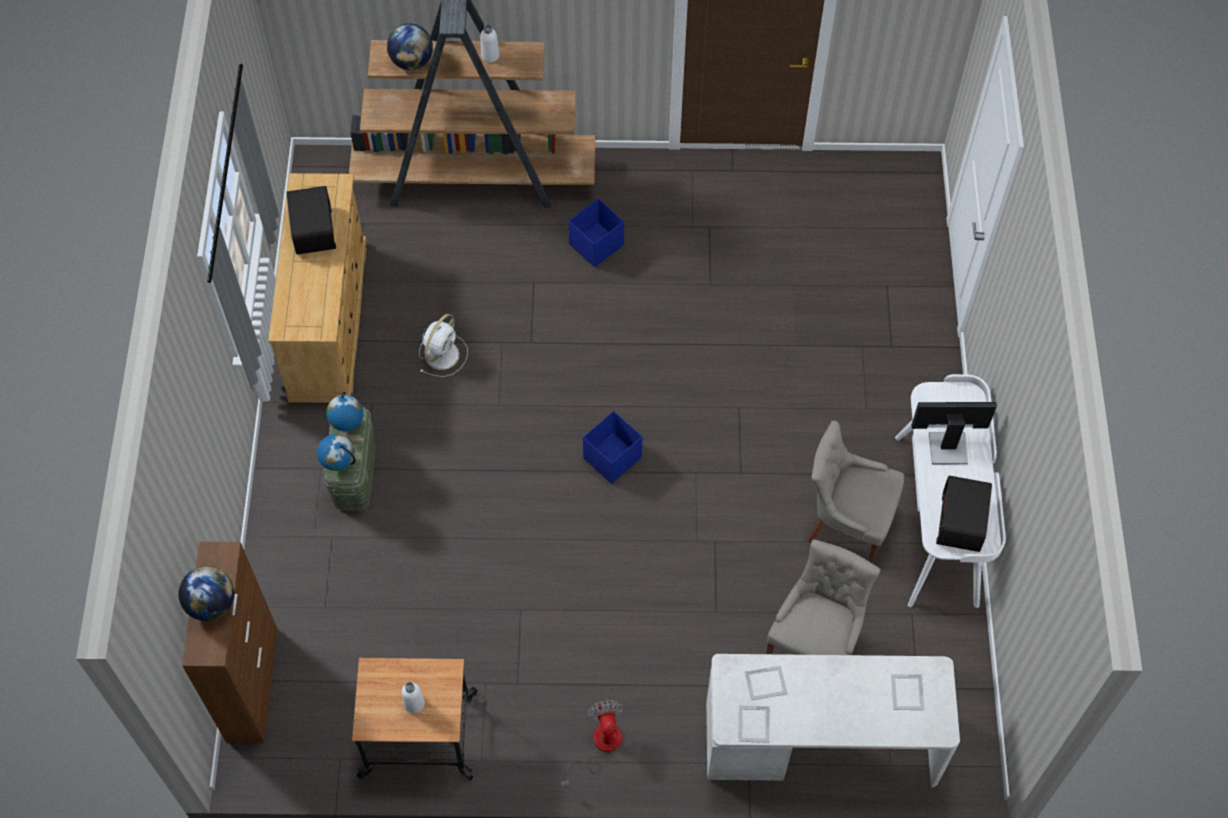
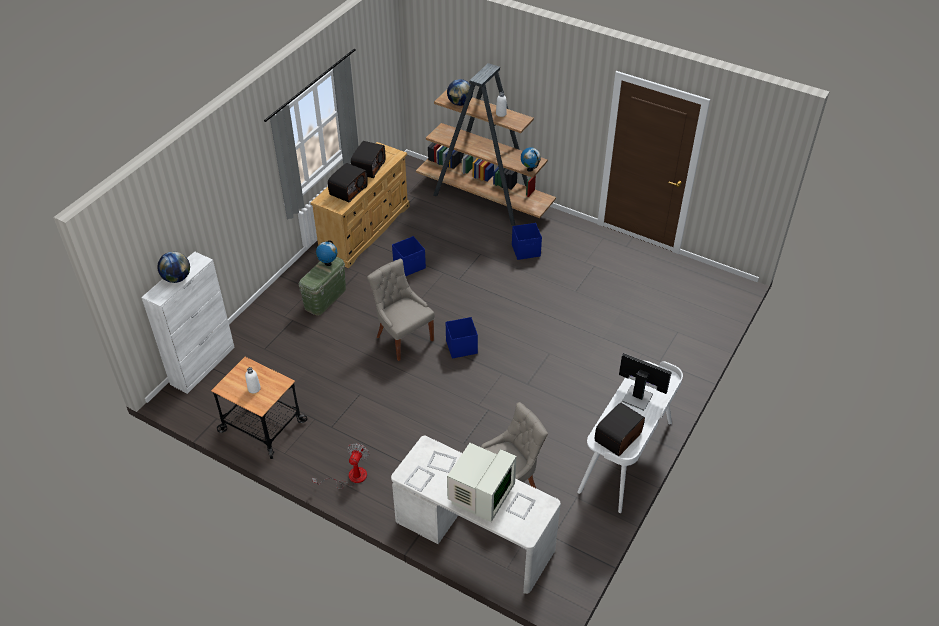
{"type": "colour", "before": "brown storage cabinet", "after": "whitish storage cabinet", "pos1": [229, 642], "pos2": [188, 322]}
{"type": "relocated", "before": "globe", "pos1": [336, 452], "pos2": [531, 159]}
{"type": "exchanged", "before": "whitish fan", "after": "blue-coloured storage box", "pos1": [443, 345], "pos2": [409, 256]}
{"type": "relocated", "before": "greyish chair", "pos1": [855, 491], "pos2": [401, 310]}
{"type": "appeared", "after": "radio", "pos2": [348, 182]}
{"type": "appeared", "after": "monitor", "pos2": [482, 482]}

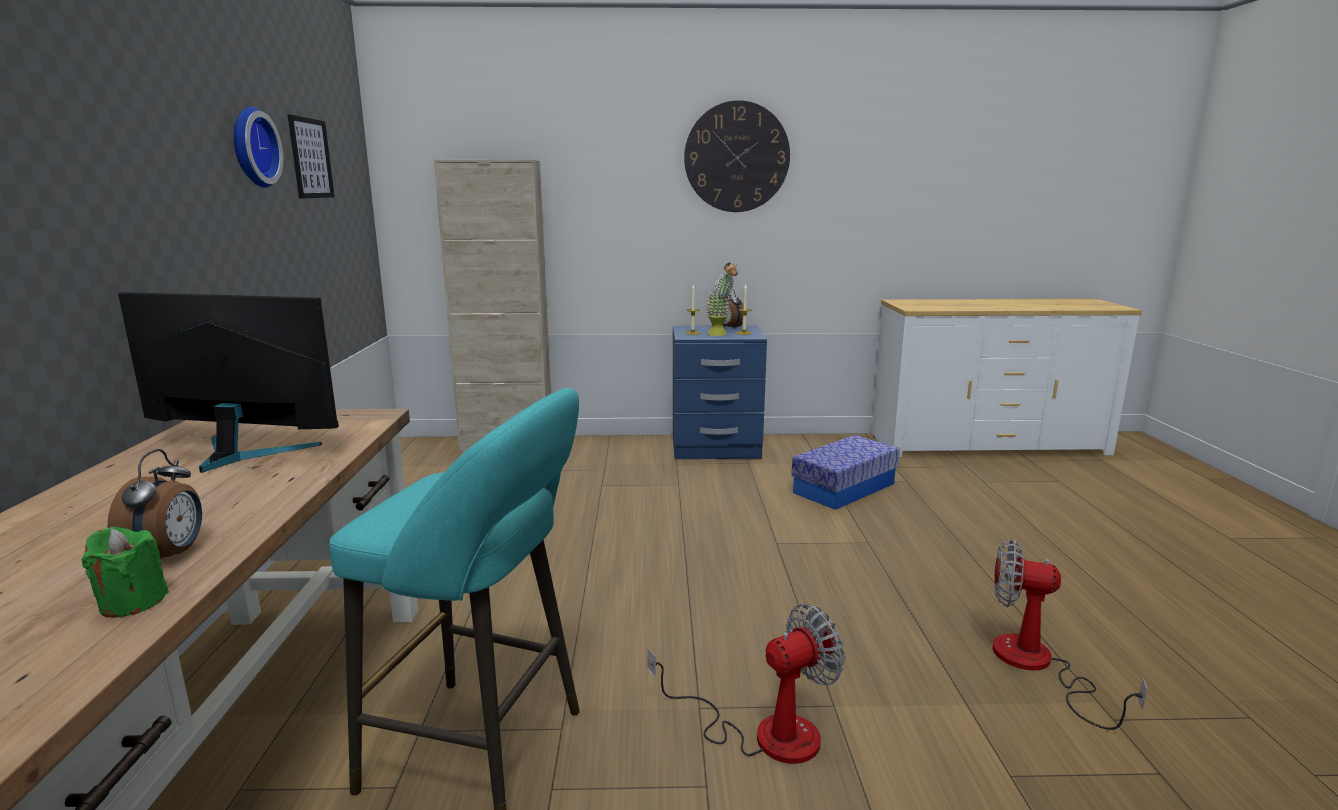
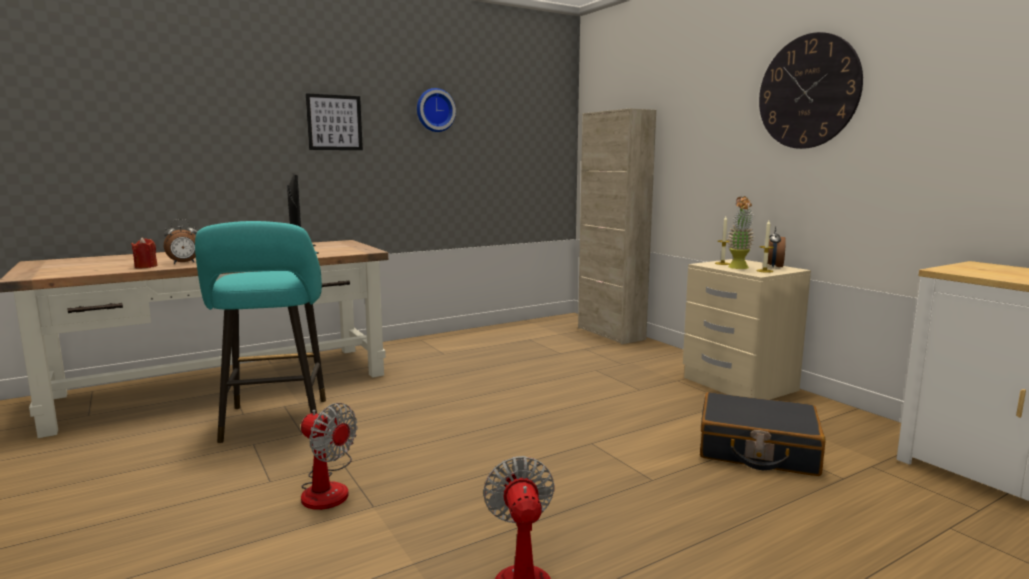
{"type": "colour", "before": "greenish wax candle", "after": "red-coloured wax candle", "pos1": [125, 572], "pos2": [144, 253]}
{"type": "relocated", "before": "wall art", "pos1": [311, 156], "pos2": [334, 121]}
{"type": "colour", "before": "blue-coloured night table", "after": "beige-coloured night table", "pos1": [720, 392], "pos2": [747, 329]}
{"type": "exchanged", "before": "storage box", "after": "black piece of luggage", "pos1": [845, 472], "pos2": [763, 434]}

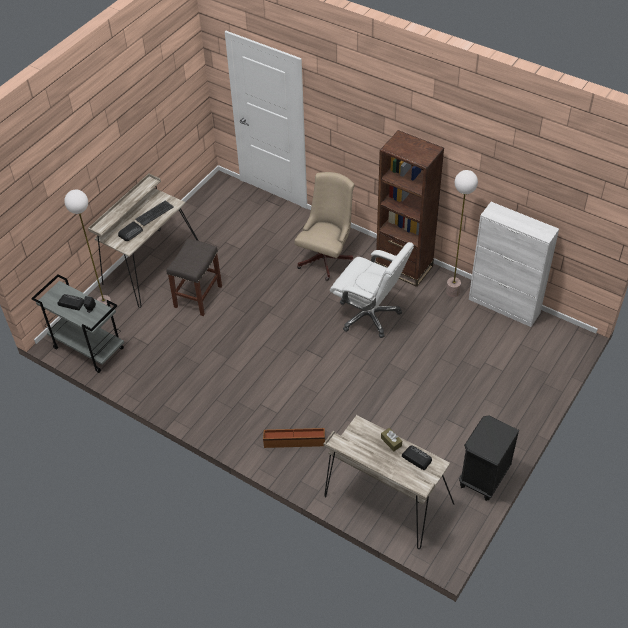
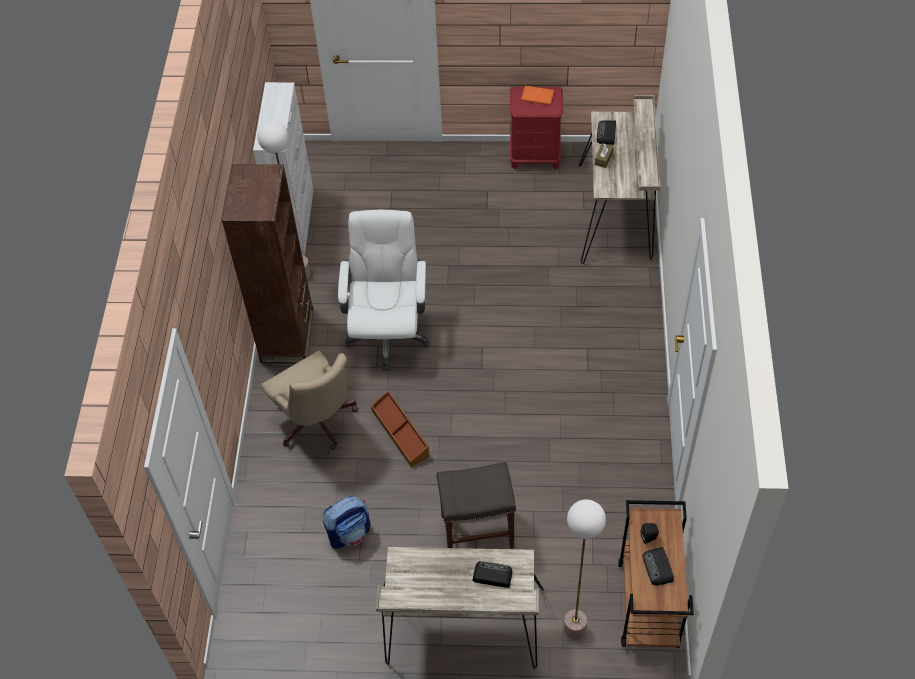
{"type": "colour", "before": "greyish trolley", "after": "brown trolley", "pos1": [77, 323], "pos2": [656, 574]}
{"type": "missing", "before": "keyboard", "pos1": [154, 213]}
{"type": "relocated", "before": "brown storage box", "pos1": [294, 438], "pos2": [400, 428]}
{"type": "spun", "before": "beige-coloured office chair", "pos1": [324, 226], "pos2": [309, 400], "turn": -120}
{"type": "colour", "before": "black night table", "after": "red-coloured night table", "pos1": [489, 458], "pos2": [536, 128]}
{"type": "appeared", "after": "knapsack", "pos2": [346, 522]}
{"type": "appeared", "after": "orangey volume", "pos2": [537, 95]}

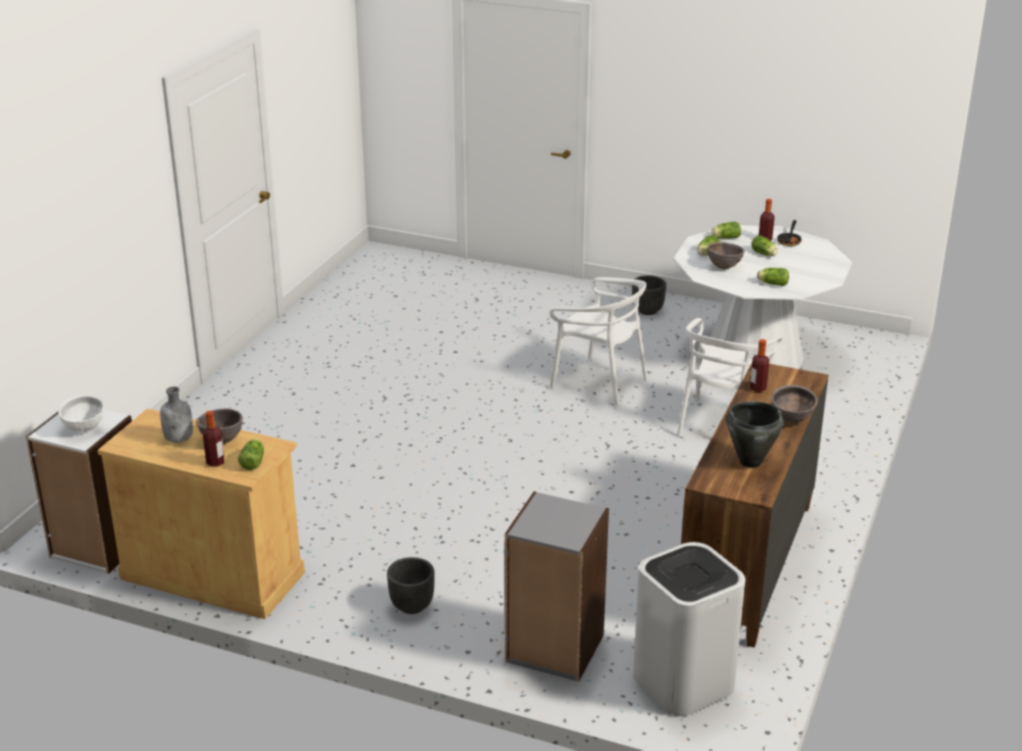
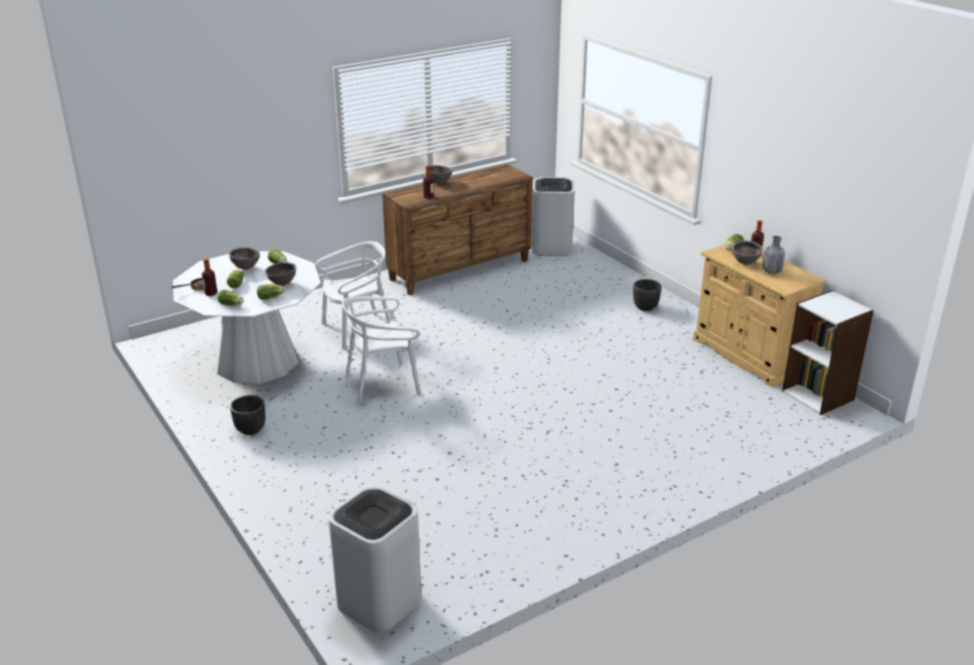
{"type": "missing", "before": "whitish bowl", "pos1": [81, 413]}
{"type": "missing", "before": "greyish shelving unit", "pos1": [557, 586]}
{"type": "spun", "before": "whitish chair", "pos1": [598, 341], "pos2": [381, 350], "turn": -90}
{"type": "missing", "before": "black stockpot", "pos1": [754, 434]}
{"type": "appeared", "after": "brown bowl", "pos2": [244, 258]}
{"type": "appeared", "after": "whitish waste bin", "pos2": [375, 559]}

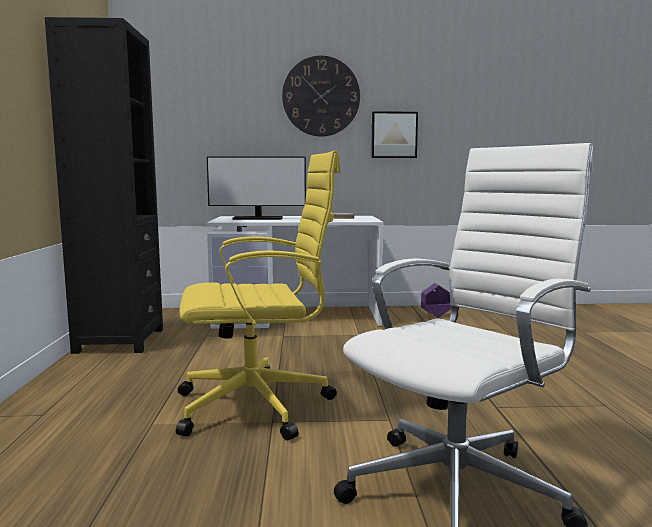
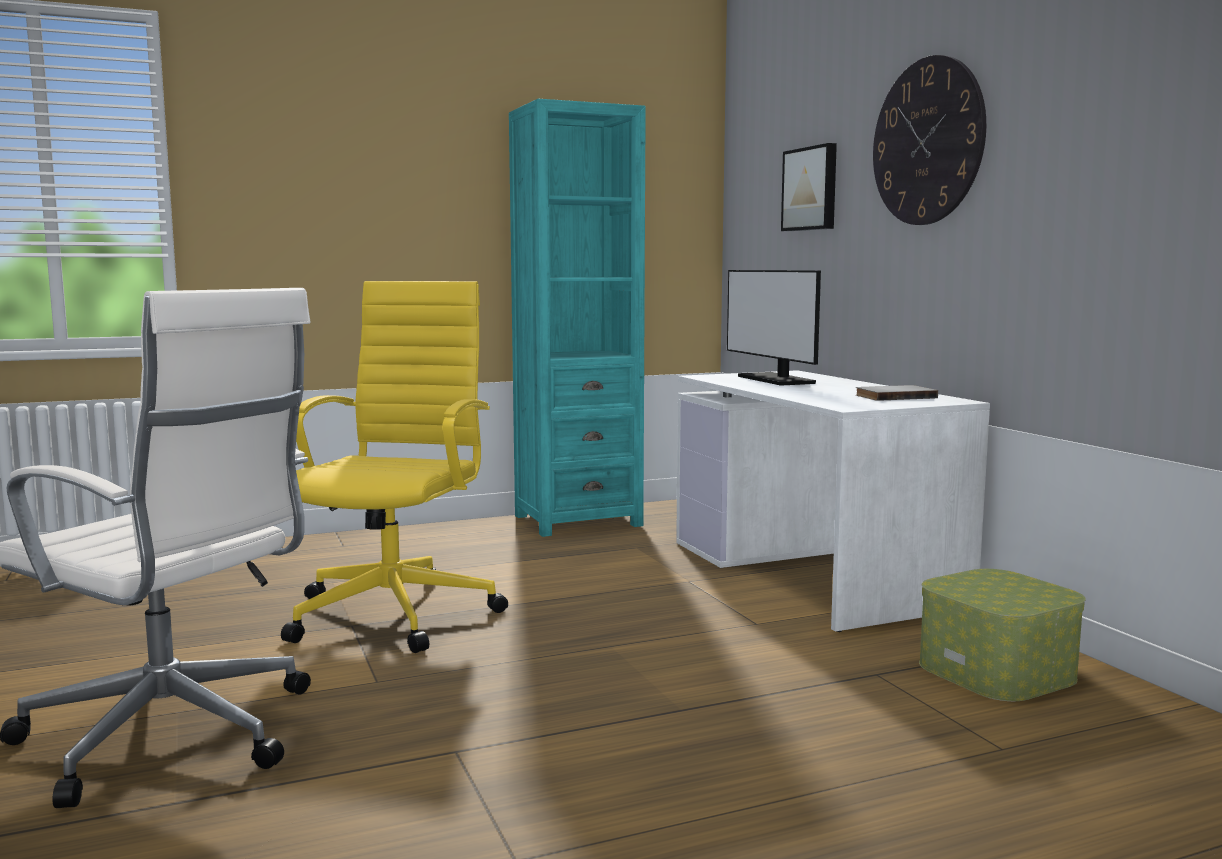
{"type": "colour", "before": "black shelving unit", "after": "blue-green shelving unit", "pos1": [104, 185], "pos2": [577, 318]}
{"type": "spun", "before": "yellowish office chair", "pos1": [258, 296], "pos2": [394, 467], "turn": -135}
{"type": "relocated", "before": "wall art", "pos1": [394, 134], "pos2": [809, 187]}
{"type": "exchanged", "before": "purple plant pot", "after": "storage box", "pos1": [436, 300], "pos2": [1002, 635]}

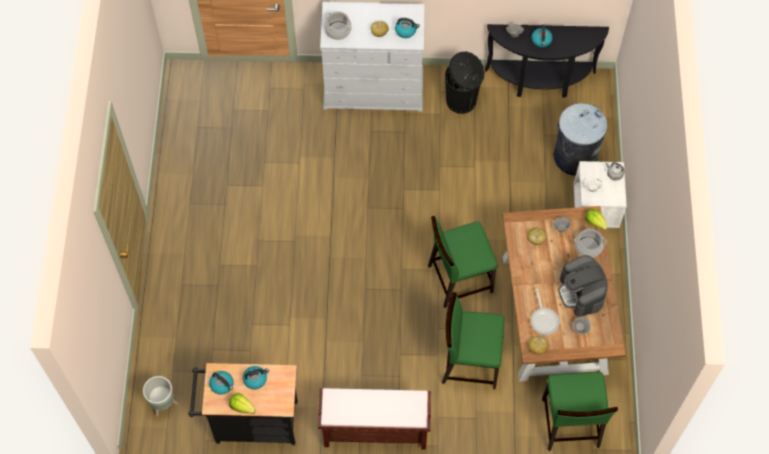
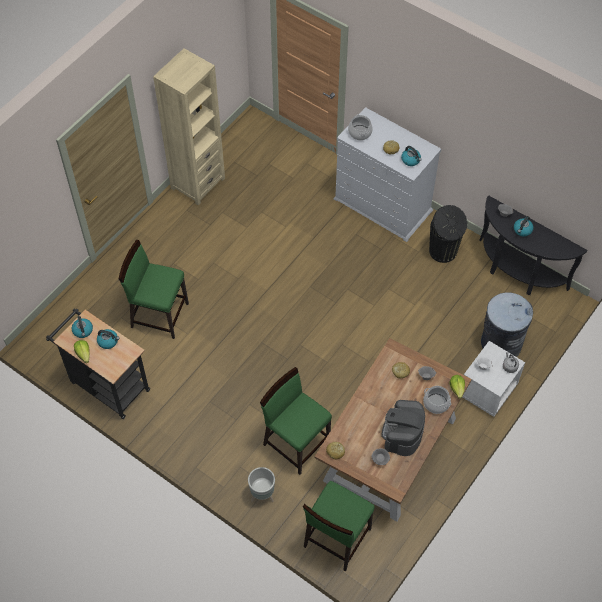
{"type": "relocated", "before": "greyish plant pot", "pos1": [160, 396], "pos2": [261, 484]}
{"type": "missing", "before": "brown bench", "pos1": [374, 419]}
{"type": "relocated", "before": "greenish chair", "pos1": [463, 262], "pos2": [154, 289]}
{"type": "missing", "before": "pan", "pos1": [545, 312]}
{"type": "appeared", "after": "beige-coloured shelving unit", "pos2": [189, 127]}

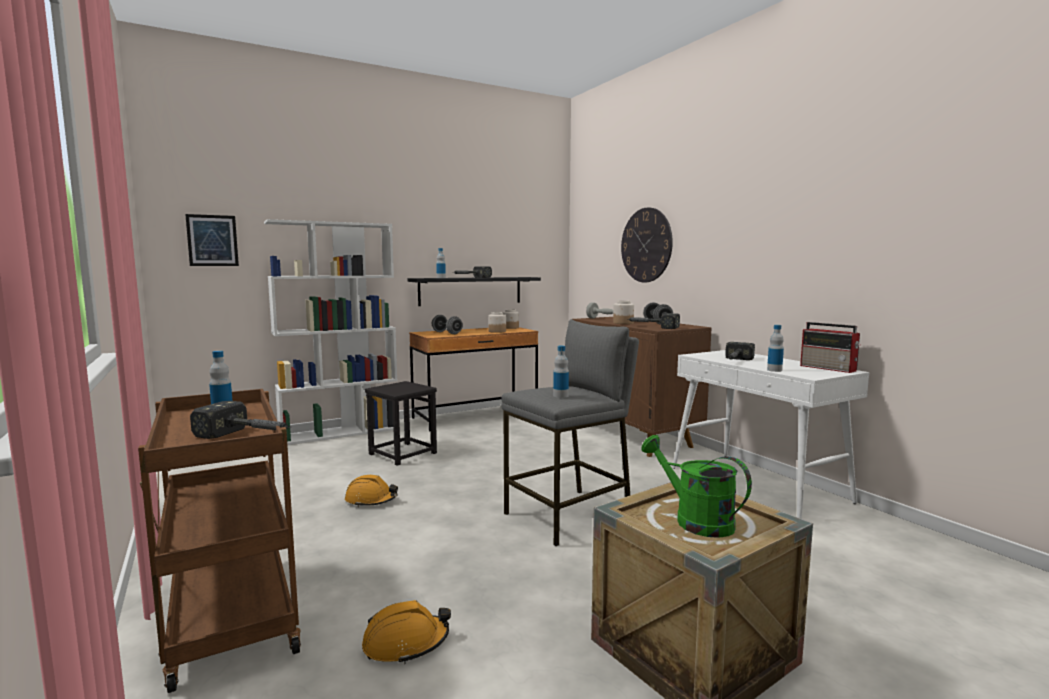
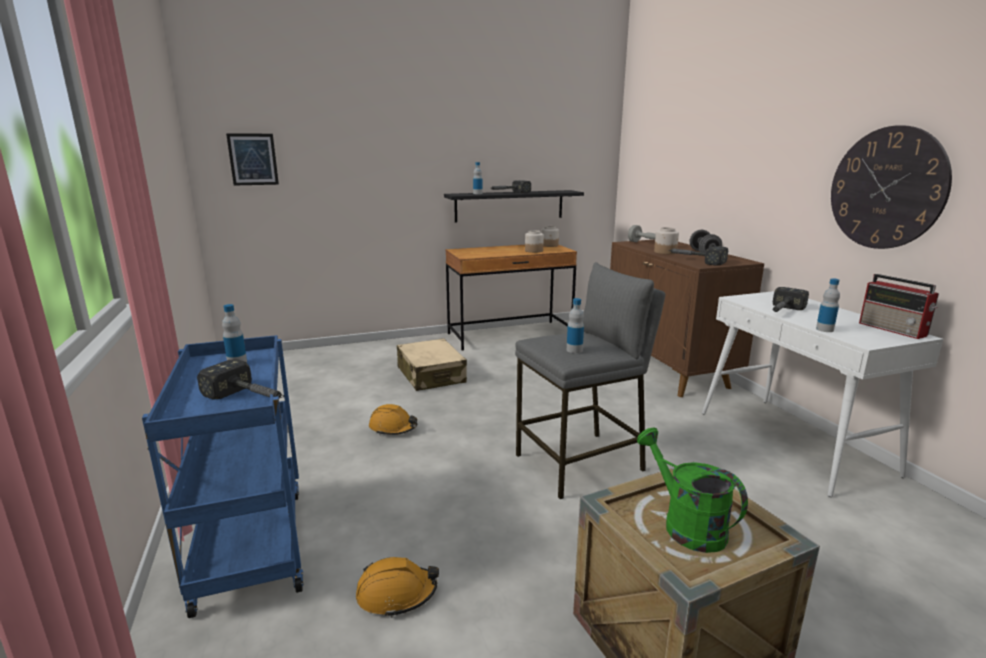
{"type": "colour", "before": "brown trolley", "after": "blue-coloured trolley", "pos1": [219, 541], "pos2": [223, 476]}
{"type": "missing", "before": "whitish shelving unit", "pos1": [330, 332]}
{"type": "exchanged", "before": "black stool", "after": "beige-coloured piece of luggage", "pos1": [401, 423], "pos2": [432, 364]}
{"type": "missing", "before": "greyish free weight", "pos1": [447, 324]}
{"type": "relocated", "before": "clock on the wall", "pos1": [647, 245], "pos2": [891, 187]}

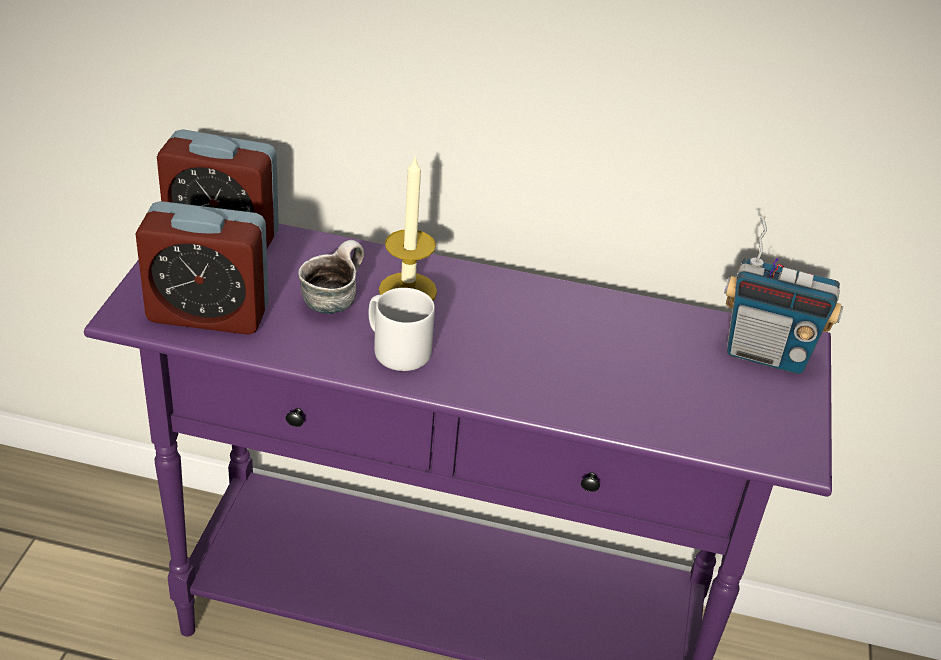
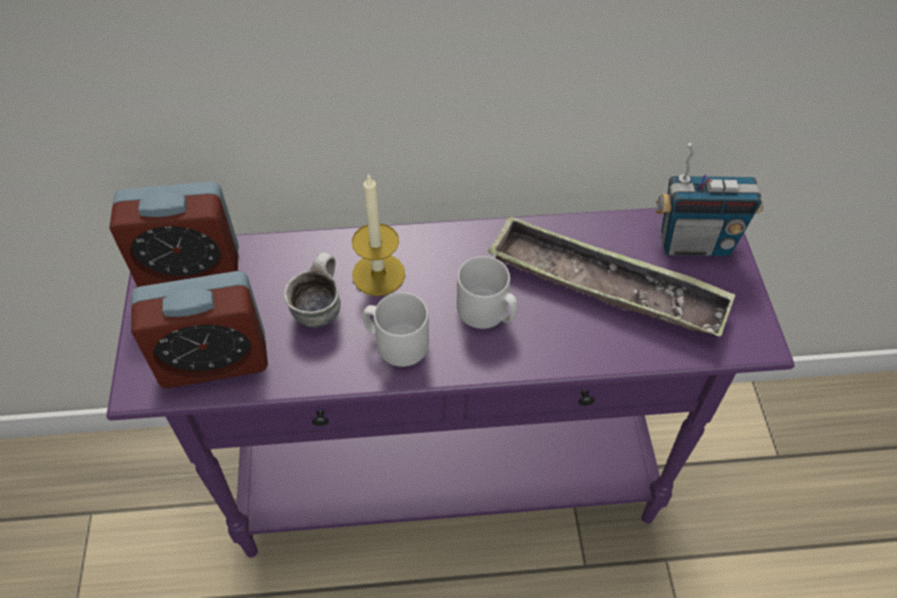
{"type": "appeared", "after": "greyish mug", "pos2": [487, 292]}
{"type": "appeared", "after": "tray", "pos2": [612, 276]}

